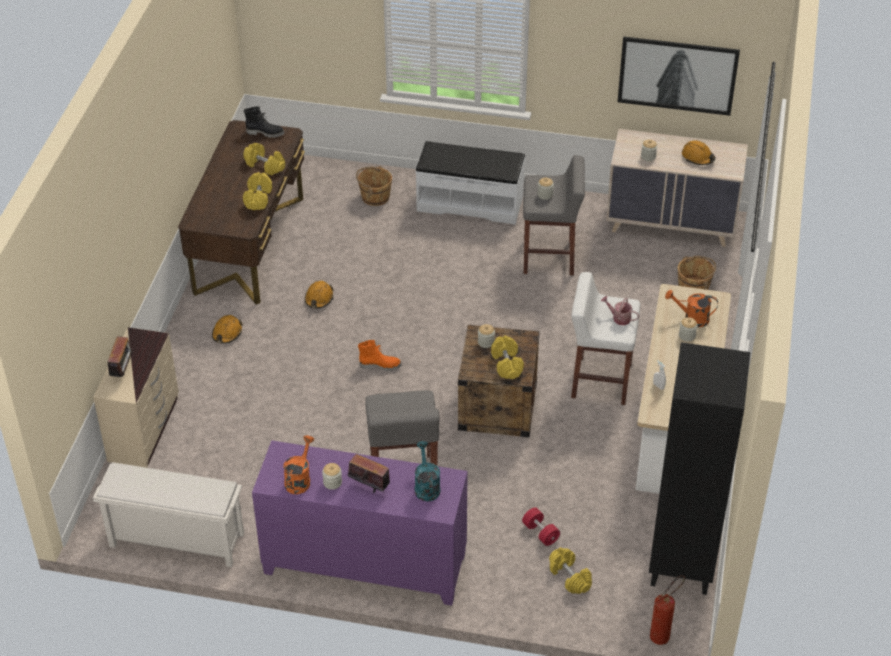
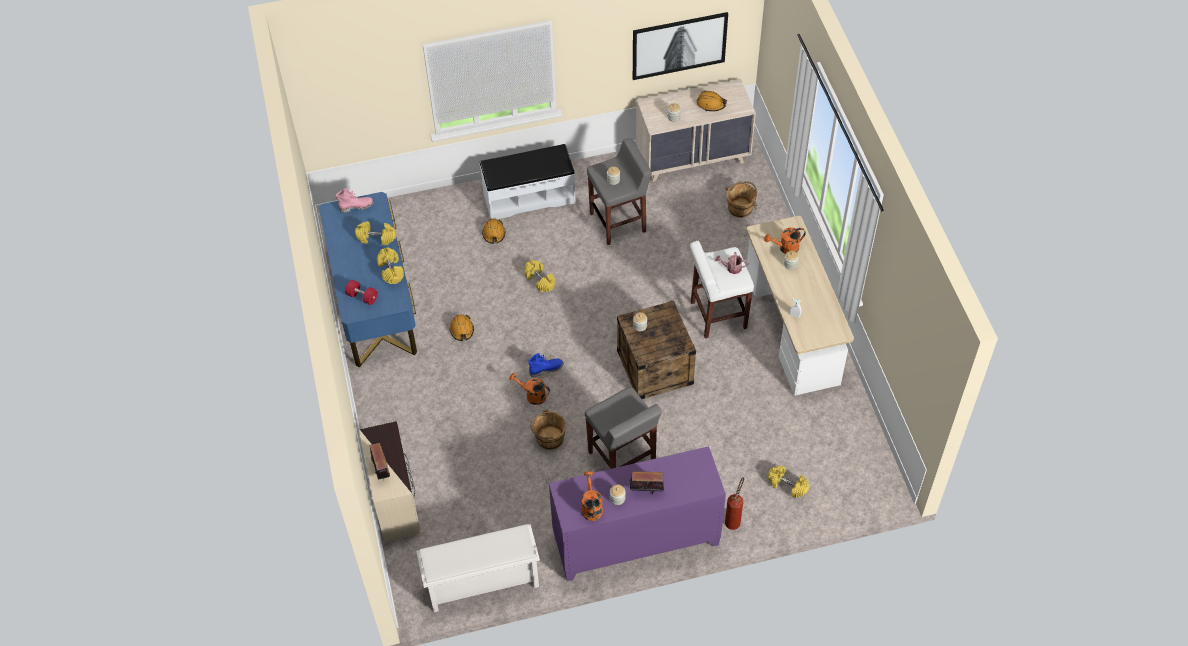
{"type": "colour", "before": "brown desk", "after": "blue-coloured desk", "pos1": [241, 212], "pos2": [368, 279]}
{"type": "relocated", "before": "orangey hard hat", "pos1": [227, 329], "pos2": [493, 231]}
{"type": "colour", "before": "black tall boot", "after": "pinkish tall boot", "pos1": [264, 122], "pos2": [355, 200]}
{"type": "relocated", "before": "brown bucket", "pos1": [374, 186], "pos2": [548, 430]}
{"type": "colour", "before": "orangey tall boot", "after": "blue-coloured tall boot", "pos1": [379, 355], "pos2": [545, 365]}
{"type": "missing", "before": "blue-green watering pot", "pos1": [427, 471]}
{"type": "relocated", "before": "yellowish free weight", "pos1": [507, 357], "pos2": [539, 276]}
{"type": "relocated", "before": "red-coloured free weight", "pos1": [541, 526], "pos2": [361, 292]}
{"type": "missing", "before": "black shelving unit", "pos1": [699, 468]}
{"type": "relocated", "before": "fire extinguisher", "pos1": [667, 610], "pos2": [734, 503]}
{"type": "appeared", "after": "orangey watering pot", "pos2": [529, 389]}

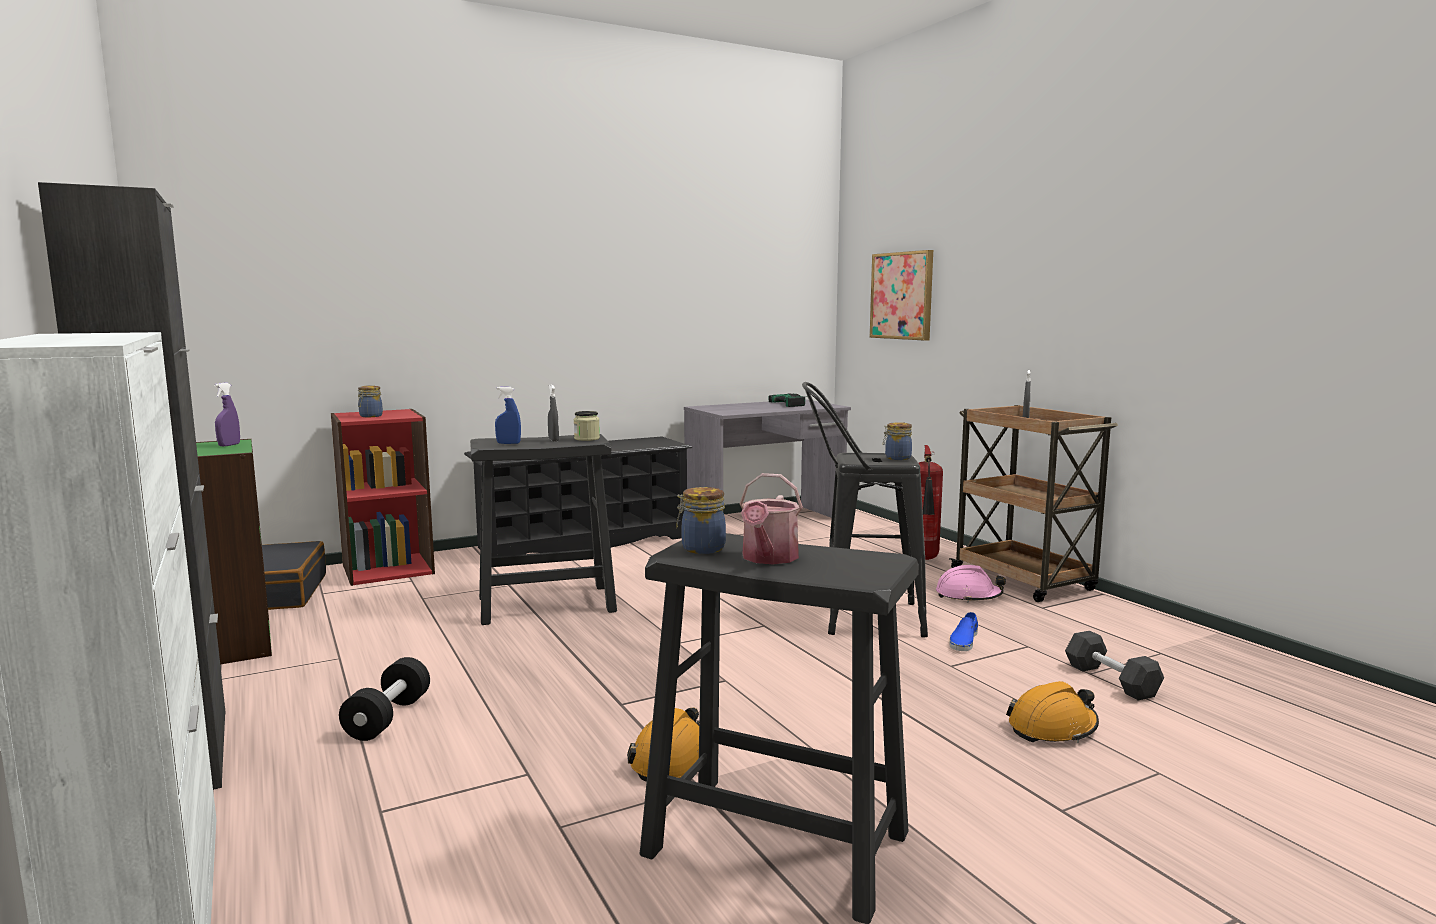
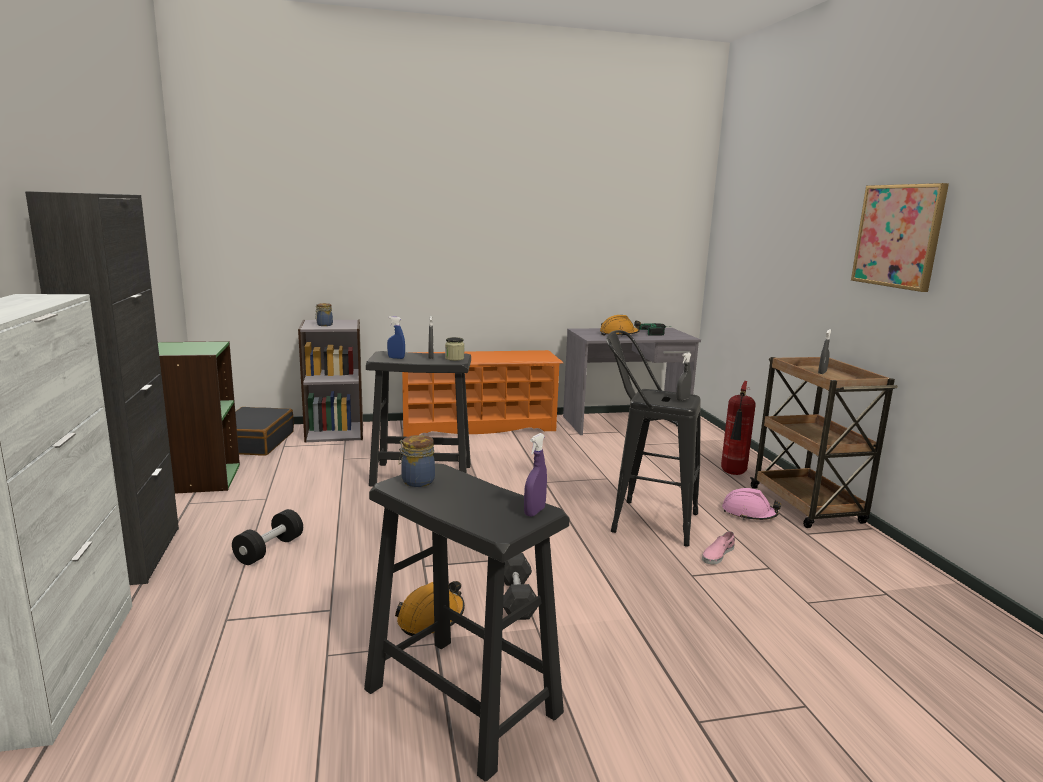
{"type": "relocated", "before": "purple hand sprayer", "pos1": [227, 414], "pos2": [535, 475]}
{"type": "colour", "before": "red-coloured shelving unit", "after": "greyish shelving unit", "pos1": [383, 497], "pos2": [330, 381]}
{"type": "colour", "before": "black shoe shelf", "after": "orangey shoe shelf", "pos1": [578, 497], "pos2": [483, 393]}
{"type": "missing", "before": "watering pot", "pos1": [771, 518]}
{"type": "relocated", "before": "wall art", "pos1": [901, 295], "pos2": [900, 237]}
{"type": "exchanged", "before": "storage jar", "after": "greyish hand sprayer", "pos1": [897, 441], "pos2": [684, 376]}
{"type": "colour", "before": "blue-coloured item of footwear", "after": "pinkish item of footwear", "pos1": [964, 631], "pos2": [718, 548]}
{"type": "relocated", "before": "orangey hard hat", "pos1": [1052, 712], "pos2": [620, 325]}
{"type": "relocated", "before": "greyish free weight", "pos1": [1114, 666], "pos2": [520, 586]}

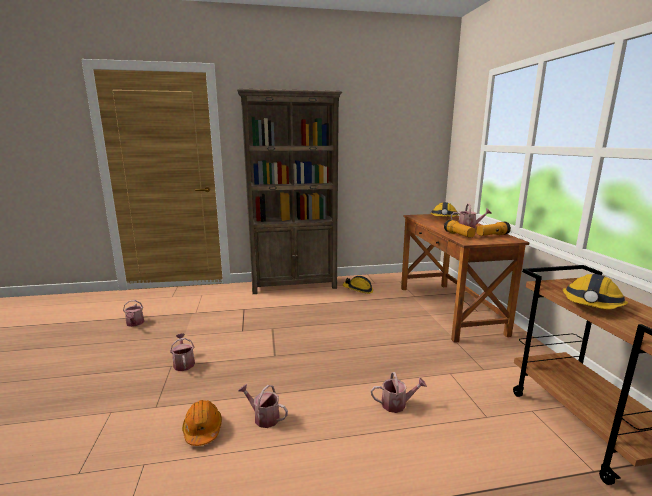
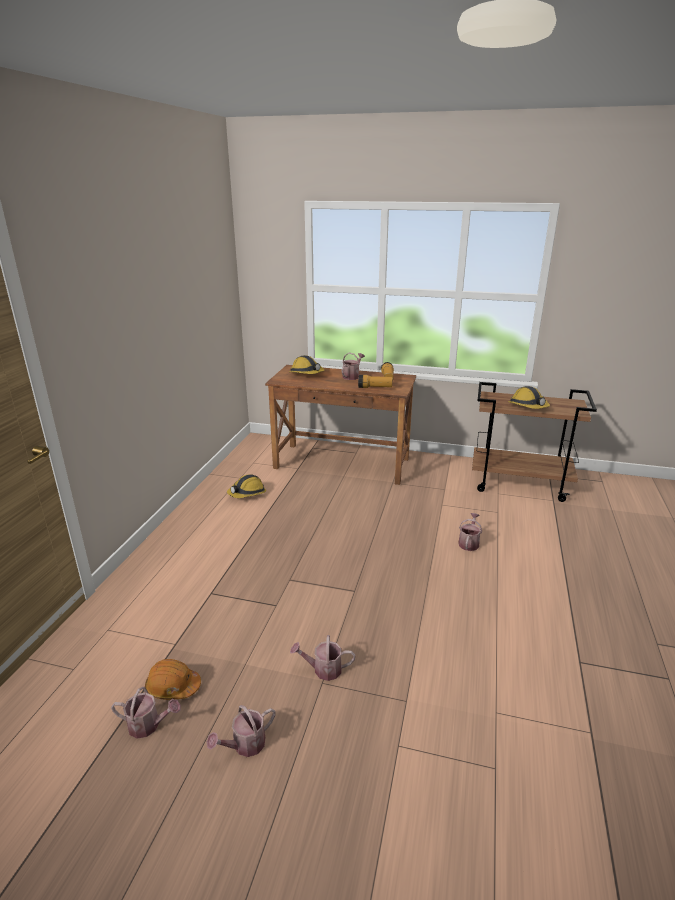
{"type": "relocated", "before": "orangey hard hat", "pos1": [202, 423], "pos2": [173, 679]}
{"type": "missing", "before": "brown shelving unit", "pos1": [289, 191]}
{"type": "relocated", "before": "watering pot", "pos1": [263, 406], "pos2": [241, 731]}

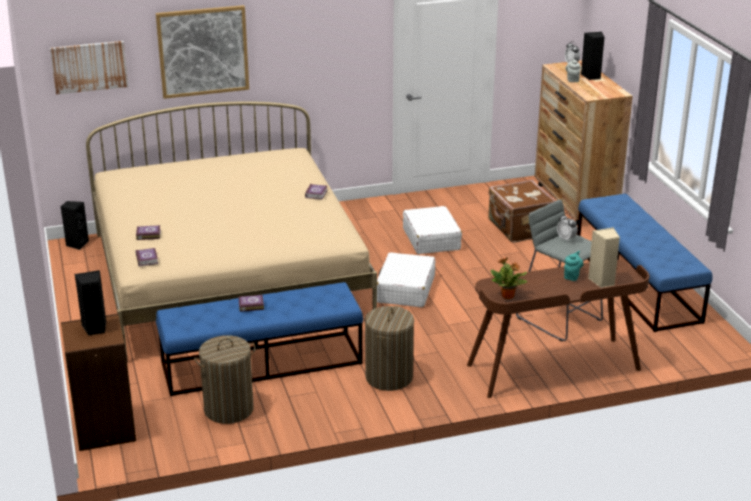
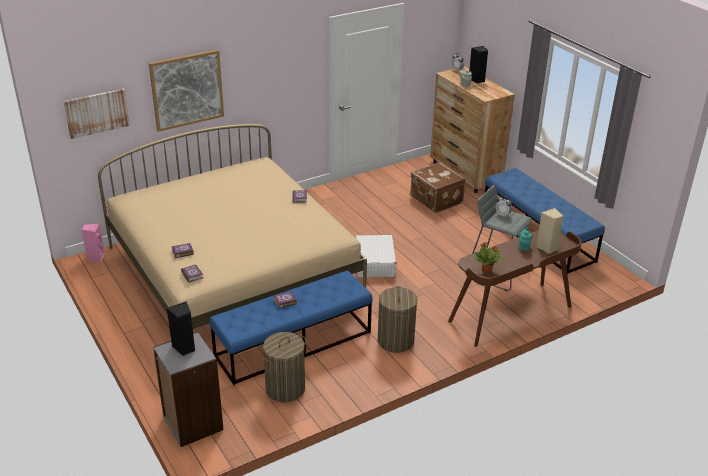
{"type": "colour", "before": "black speaker", "after": "pinkish speaker", "pos1": [74, 225], "pos2": [93, 243]}
{"type": "colour", "before": "brown shelving unit", "after": "greyish shelving unit", "pos1": [98, 382], "pos2": [188, 389]}
{"type": "missing", "before": "whitish piece of luggage", "pos1": [432, 230]}

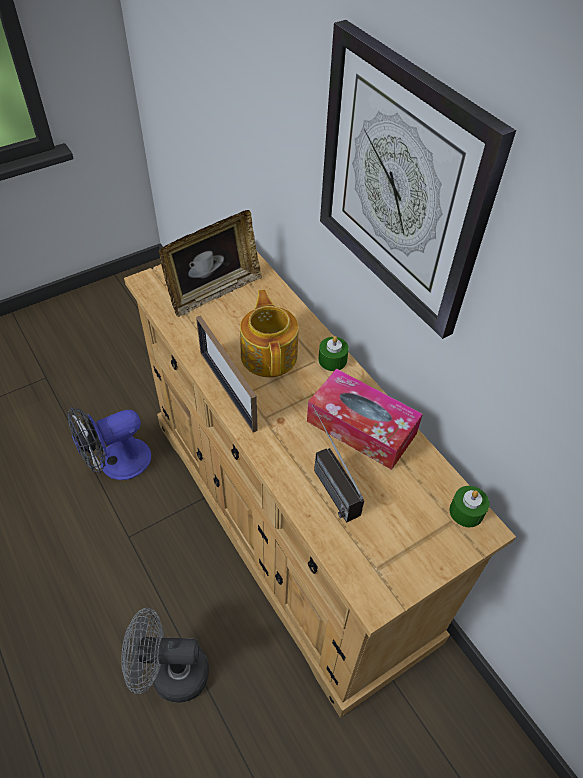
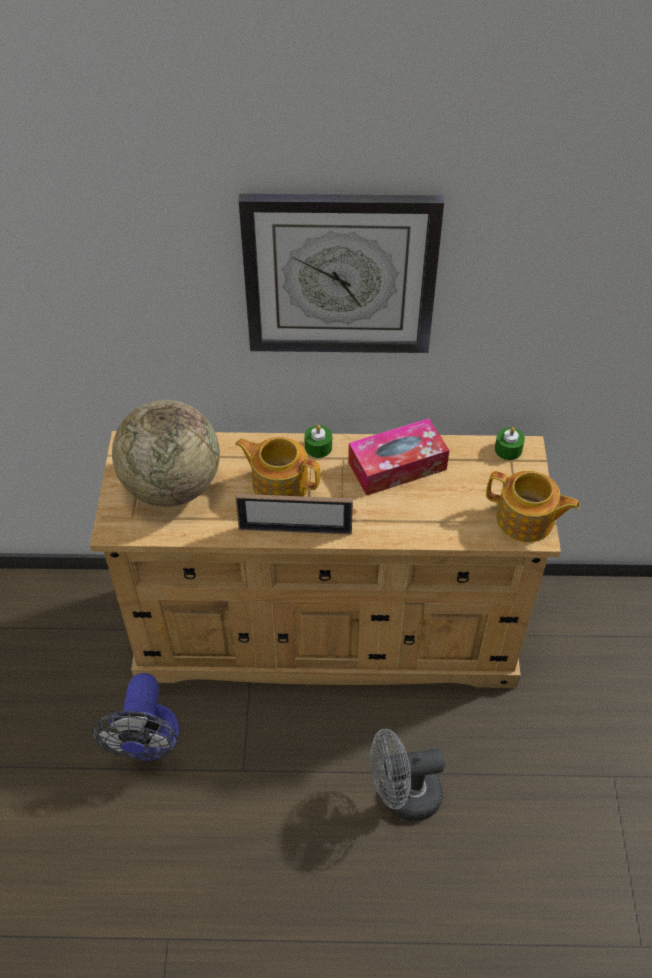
{"type": "spun", "before": "greyish fan", "pos1": [165, 655], "pos2": [407, 775], "turn": 45}
{"type": "exchanged", "before": "picture frame", "after": "globe", "pos1": [210, 263], "pos2": [166, 453]}
{"type": "missing", "before": "radio", "pos1": [338, 464]}
{"type": "appeared", "after": "pot for tea", "pos2": [533, 506]}

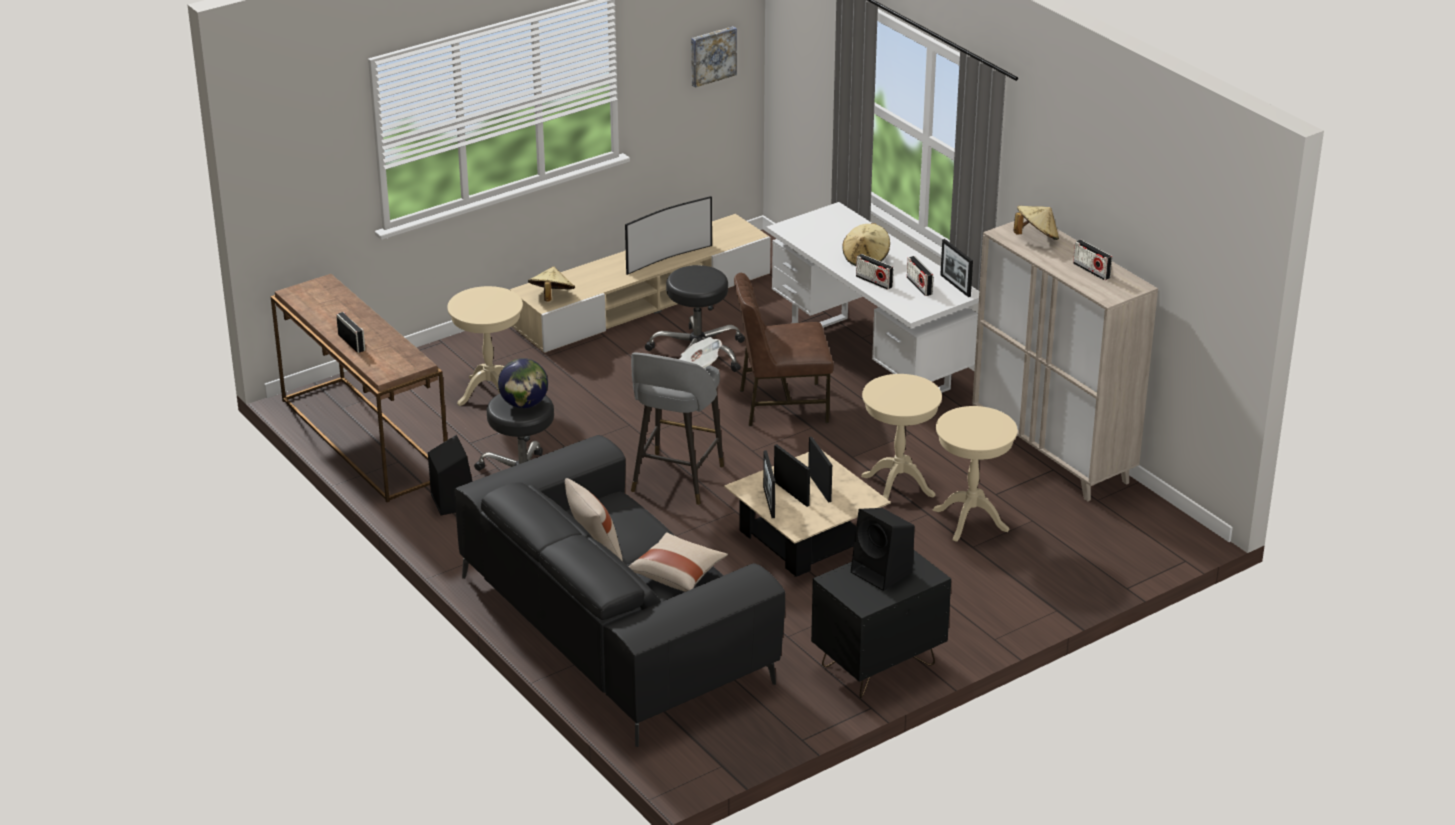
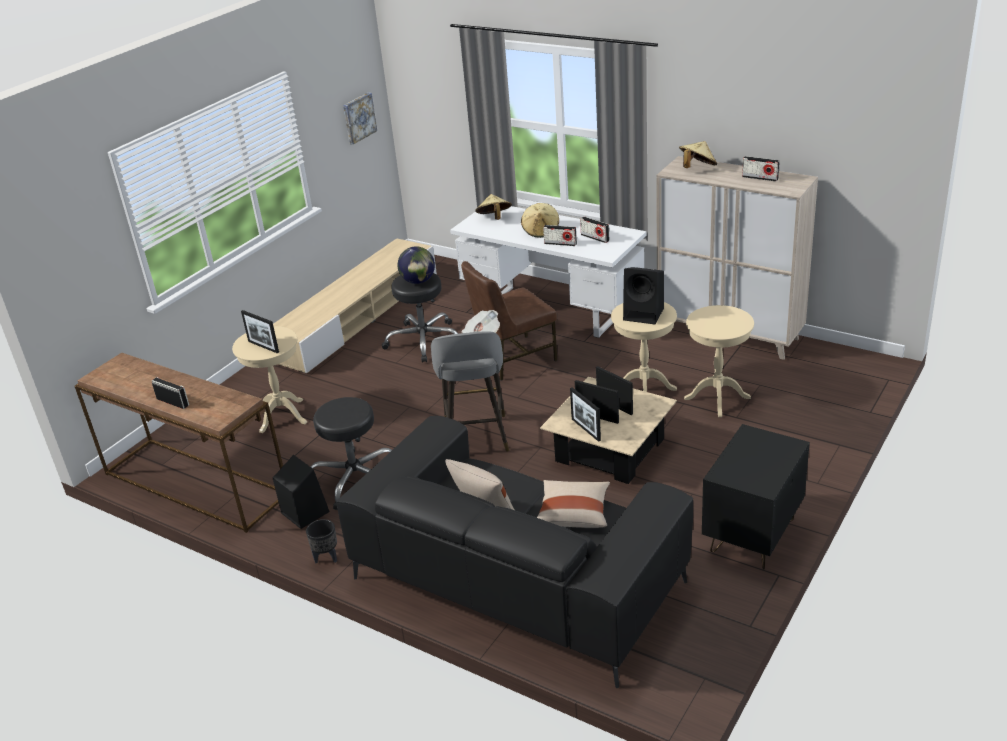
{"type": "relocated", "before": "globe", "pos1": [523, 383], "pos2": [416, 265]}
{"type": "relocated", "before": "beige-coloured clothing hat", "pos1": [551, 284], "pos2": [493, 207]}
{"type": "missing", "before": "television", "pos1": [668, 235]}
{"type": "relocated", "before": "black speaker", "pos1": [883, 549], "pos2": [643, 295]}
{"type": "relocated", "before": "picture frame", "pos1": [956, 268], "pos2": [260, 331]}
{"type": "appeared", "after": "black plant pot", "pos2": [321, 541]}

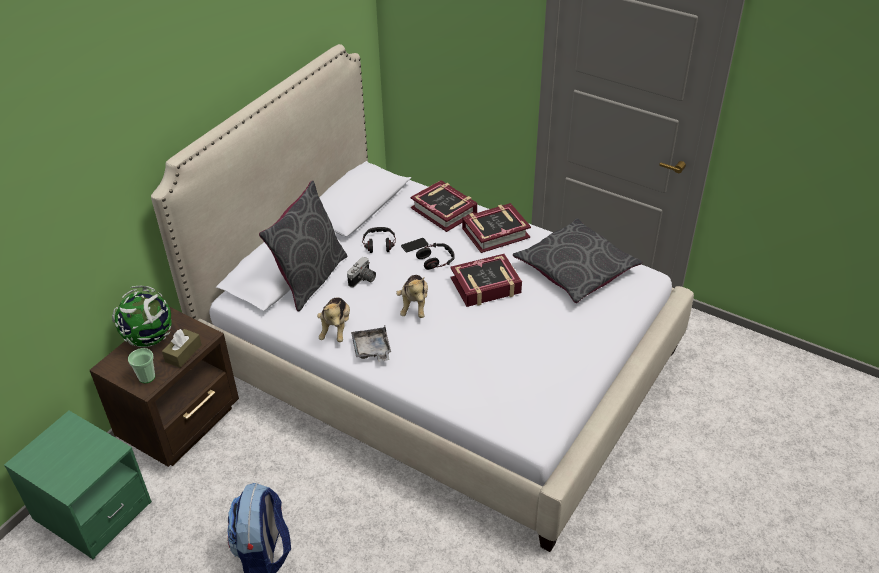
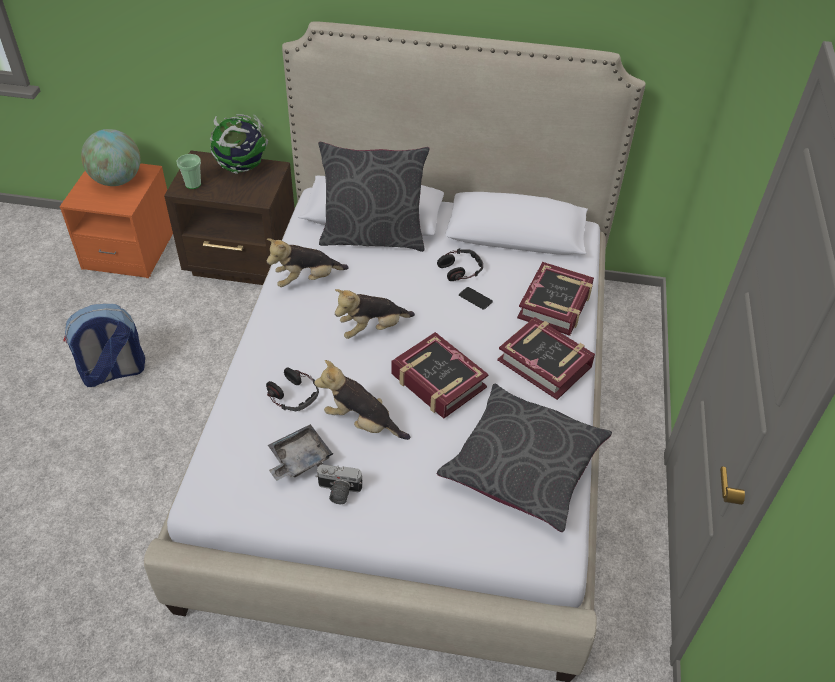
{"type": "colour", "before": "greenish night table", "after": "orangey night table", "pos1": [78, 485], "pos2": [116, 220]}
{"type": "missing", "before": "brown tissue holder", "pos1": [182, 348]}
{"type": "relocated", "before": "photo camera", "pos1": [361, 272], "pos2": [339, 484]}
{"type": "relocated", "before": "greyish tray", "pos1": [371, 344], "pos2": [300, 452]}
{"type": "relocated", "before": "pair of headphones", "pos1": [435, 256], "pos2": [292, 389]}
{"type": "appeared", "after": "globe", "pos2": [110, 157]}
{"type": "appeared", "after": "soft toy", "pos2": [362, 400]}

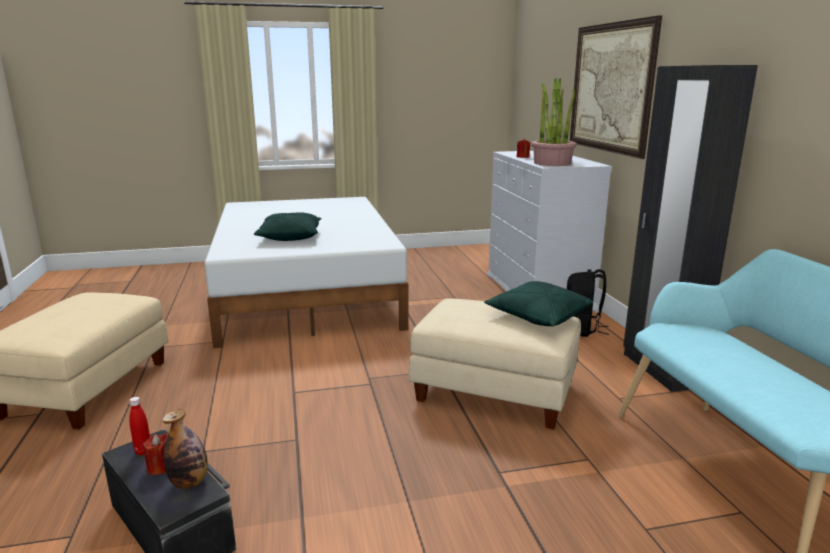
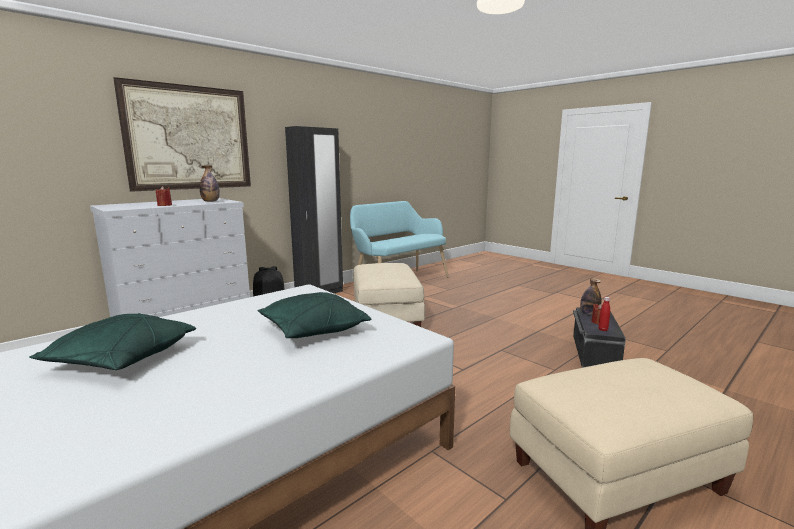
{"type": "relocated", "before": "greenish pillow", "pos1": [538, 303], "pos2": [113, 341]}
{"type": "exchanged", "before": "potted plant", "after": "bottle", "pos1": [554, 122], "pos2": [210, 183]}

